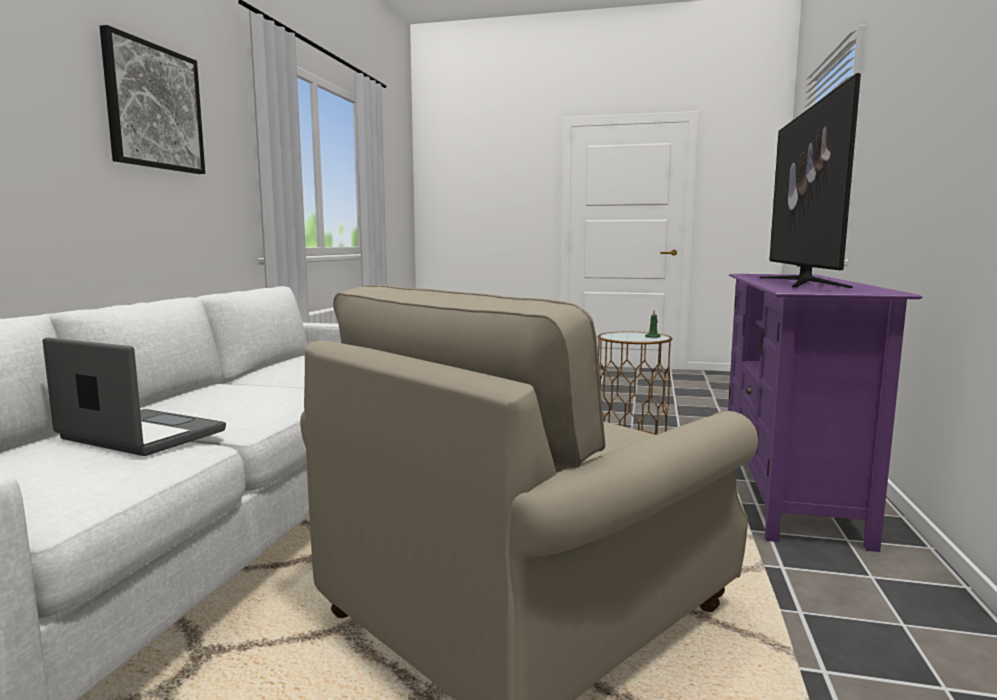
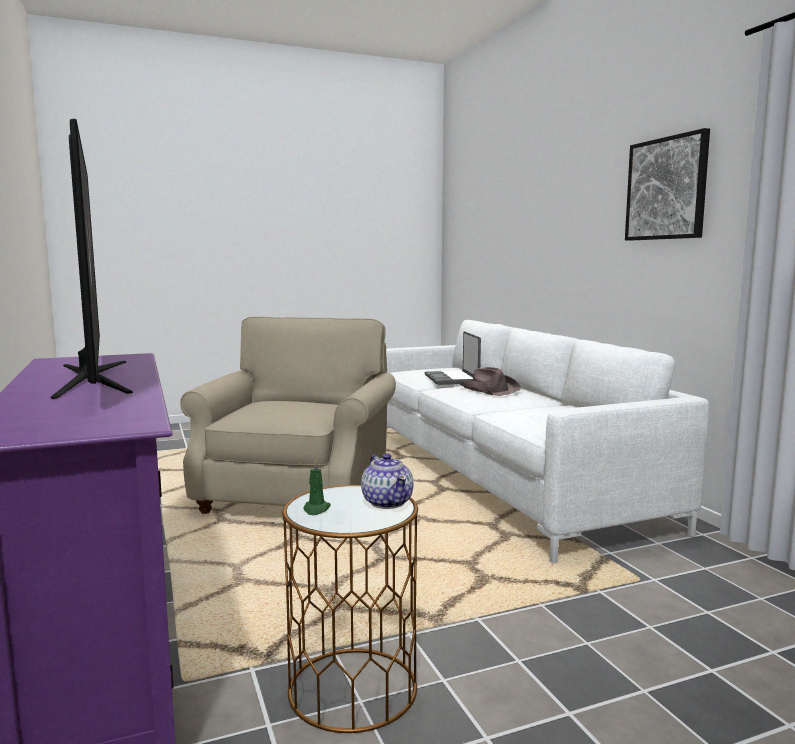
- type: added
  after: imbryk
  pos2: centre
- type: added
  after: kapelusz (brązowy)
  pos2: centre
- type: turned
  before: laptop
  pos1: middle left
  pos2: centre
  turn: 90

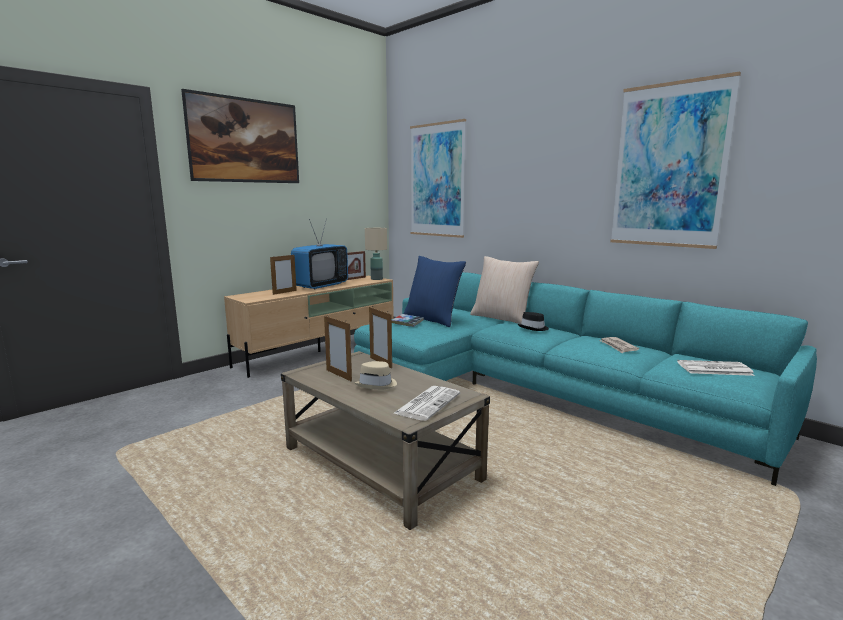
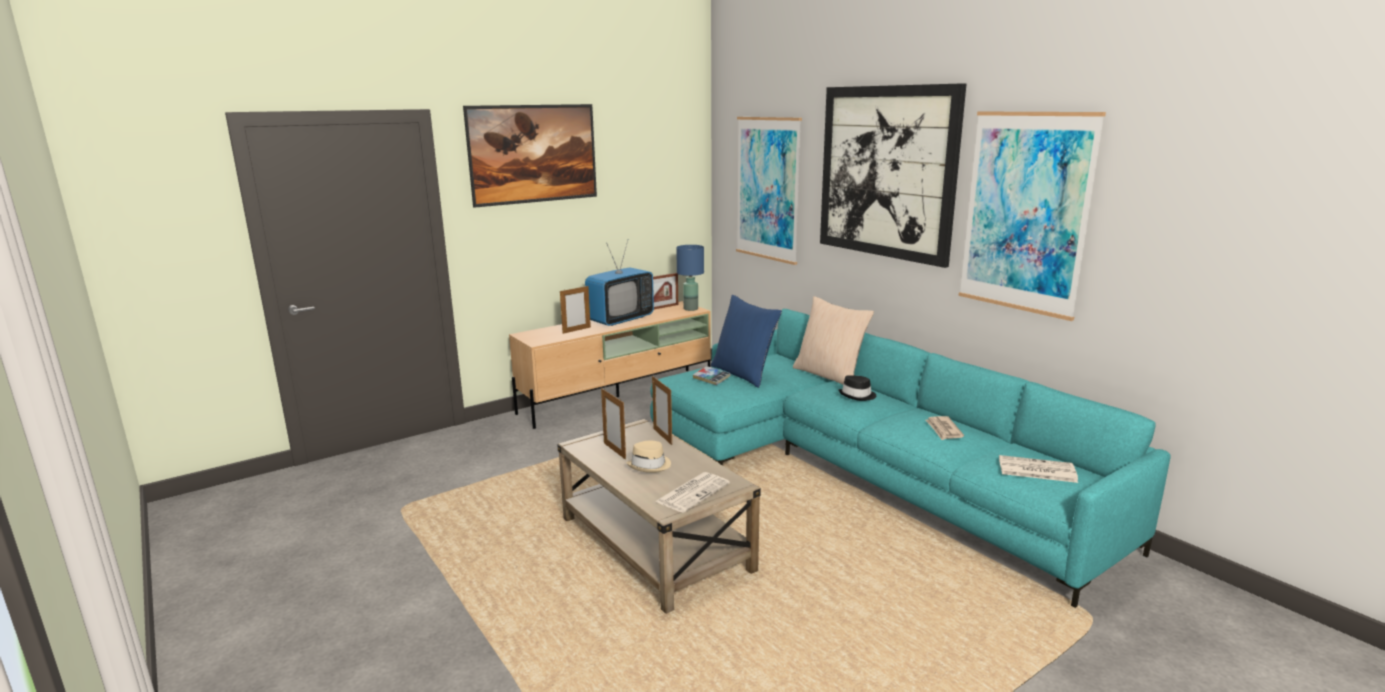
- type: added
  after: obraz (3rd from left)
  pos2: top centre
- type: recoloured
  before: lampa stołowa (beżowy)
  after: lampa stołowa (niebieski)
  pos1: centre
  pos2: centre

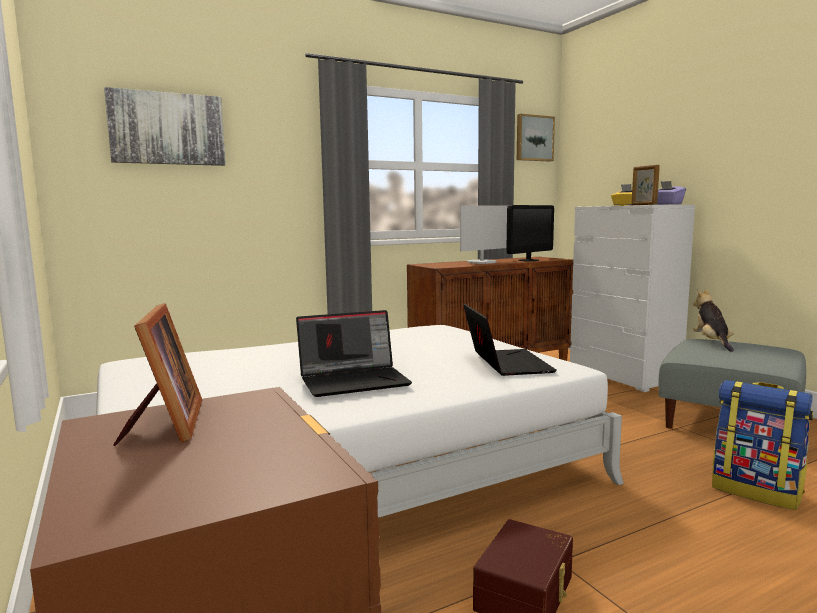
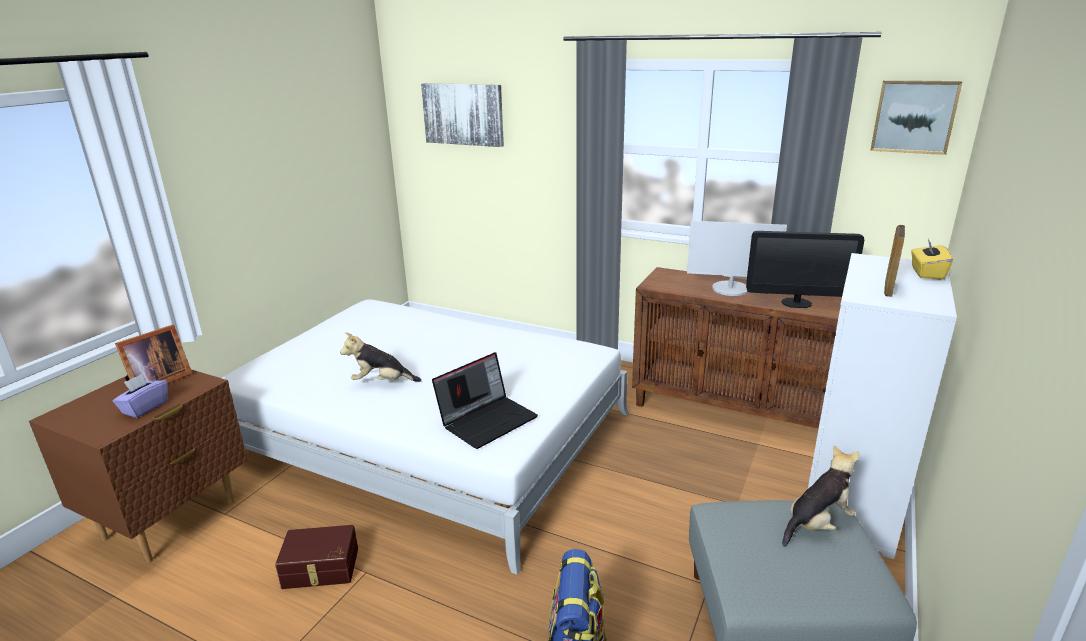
- type: moved
  before: pudełko chusteczek (fioletowy)
  pos1: top right
  pos2: middle left
- type: replaced
  before: laptop (1st from left)
  after: pluszak (1st from left)
  pos1: centre
  pos2: centre

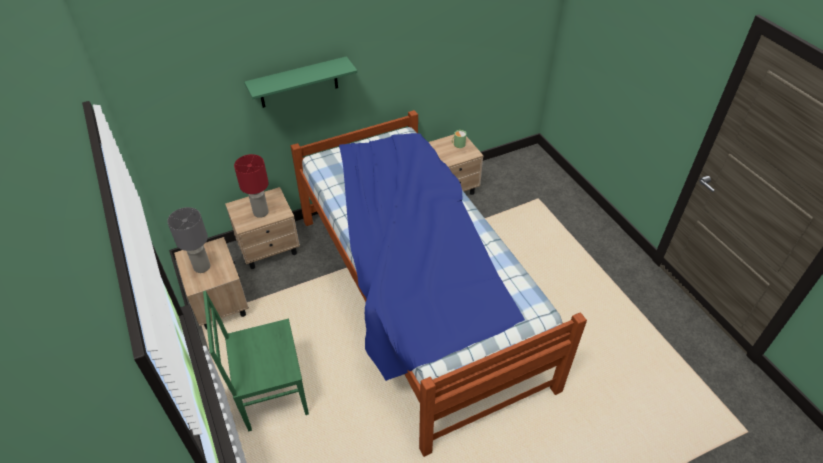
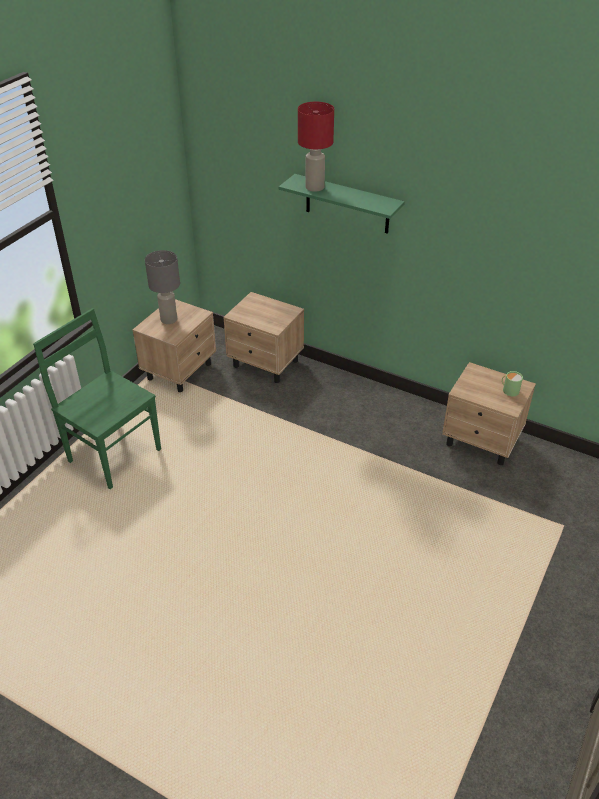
- type: removed
  before: łóżko
  pos1: centre
- type: moved
  before: lampa stołowa (czerwony)
  pos1: middle left
  pos2: top centre

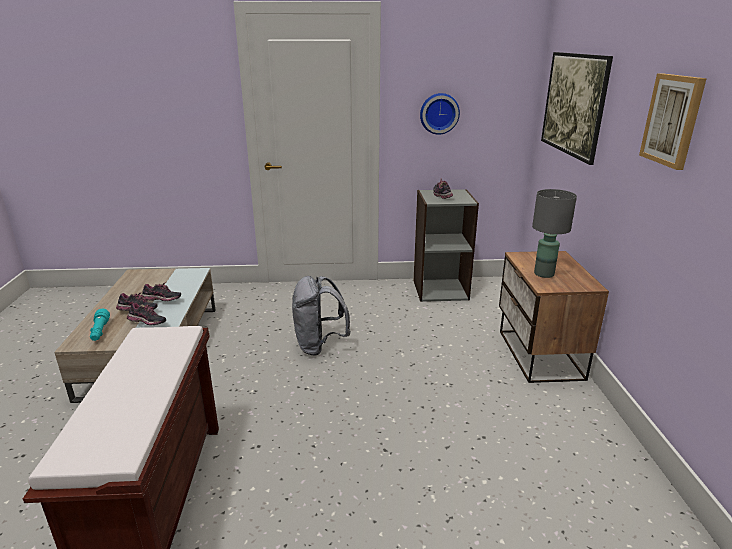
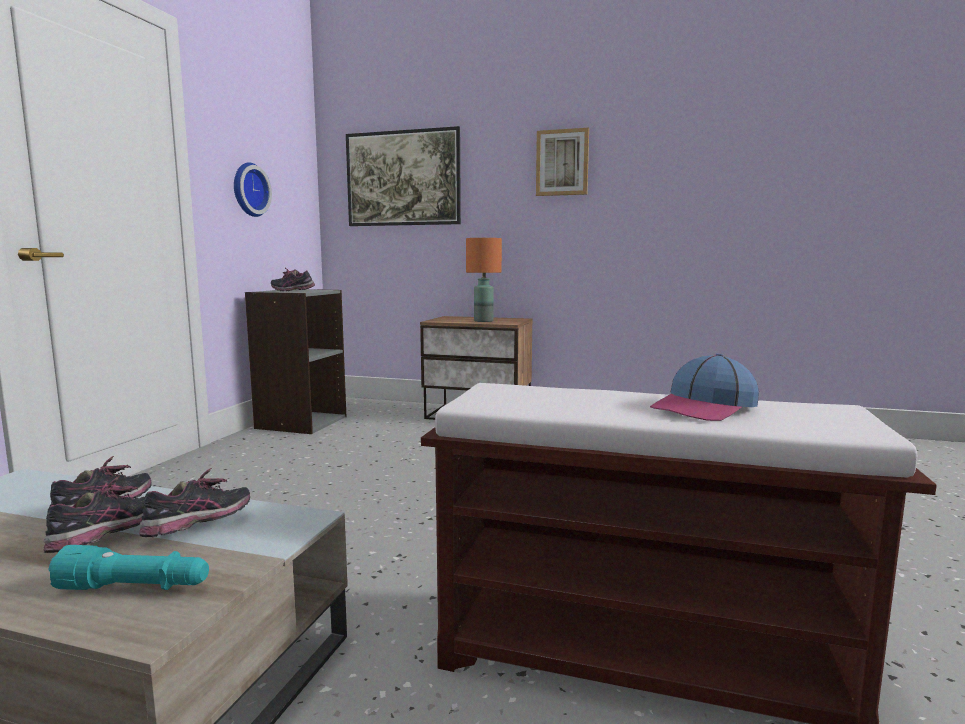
- type: removed
  before: plecak (szary)
  pos1: centre
- type: added
  after: czapka z daszkiem
  pos2: middle right
- type: recoloured
  before: lampa stołowa (szary)
  after: lampa stołowa (pomarańczowy)
  pos1: middle right
  pos2: centre

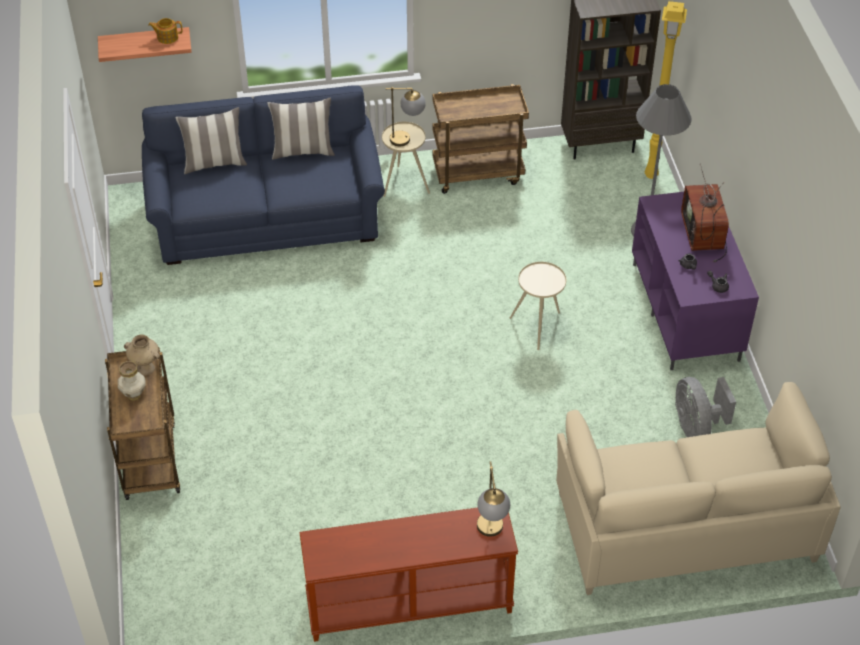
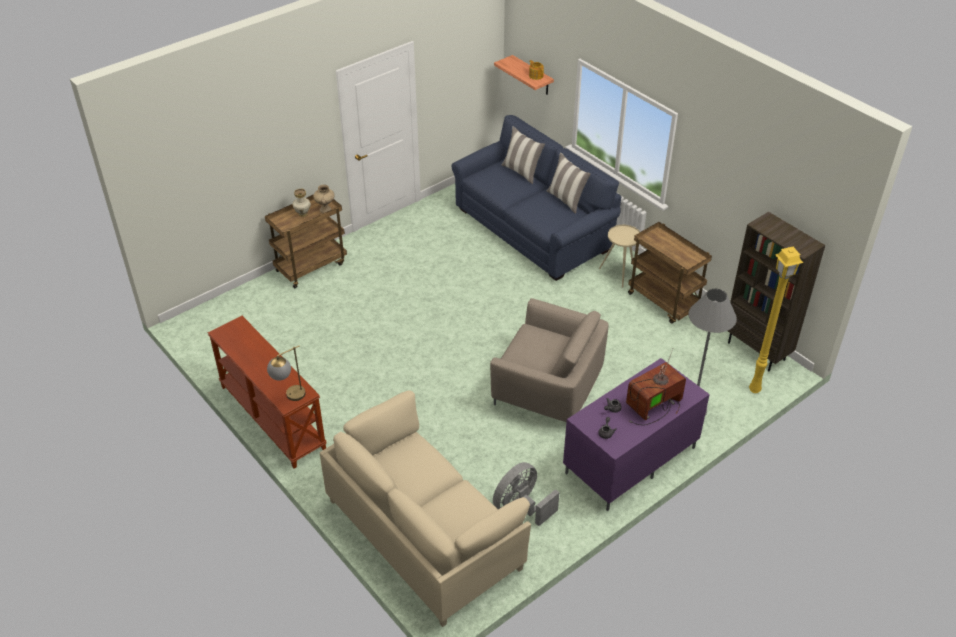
- type: removed
  before: lampa stołowa (1st from left)
  pos1: top centre
- type: replaced
  before: stolik (beżowy) (2nd from left)
  after: fotel (beżowy)
  pos1: centre
  pos2: centre

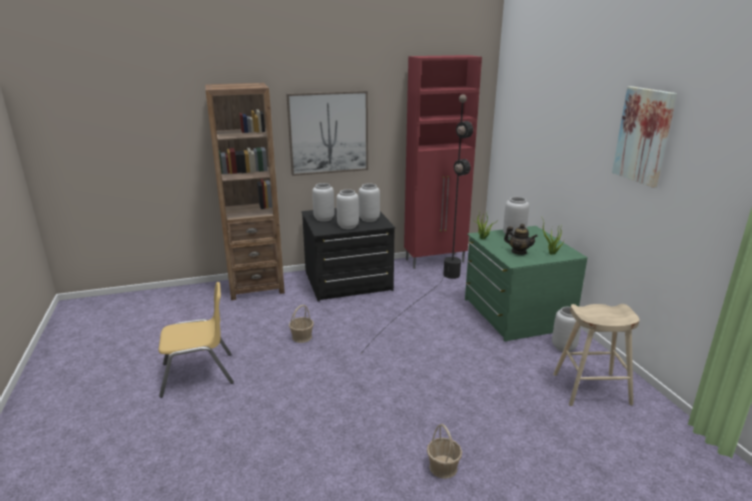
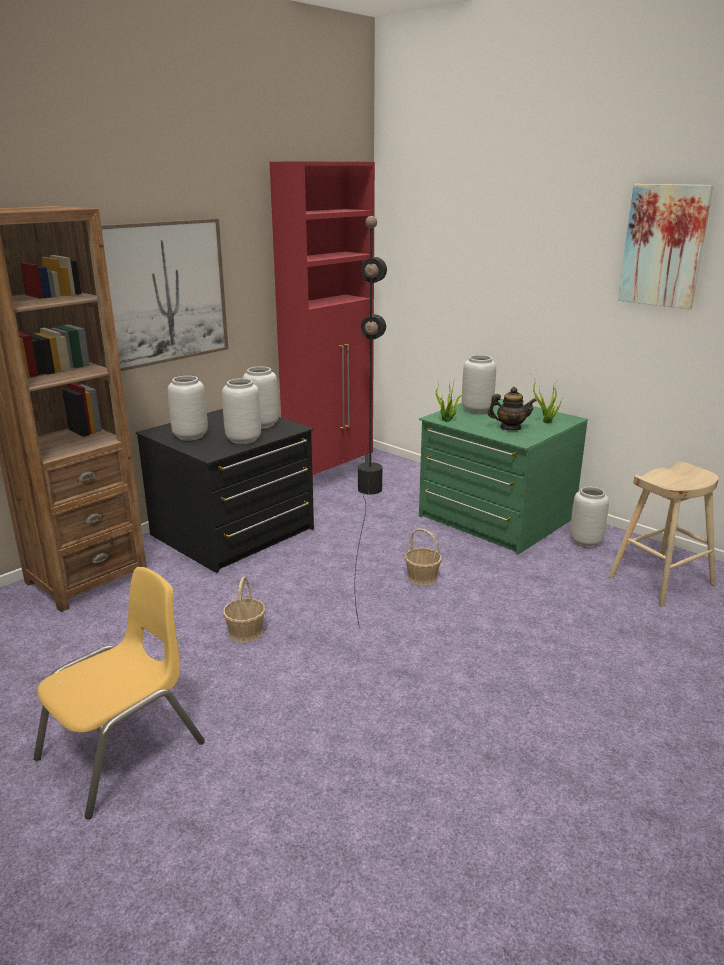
- type: moved
  before: koszyk (2nd from left)
  pos1: bottom centre
  pos2: centre

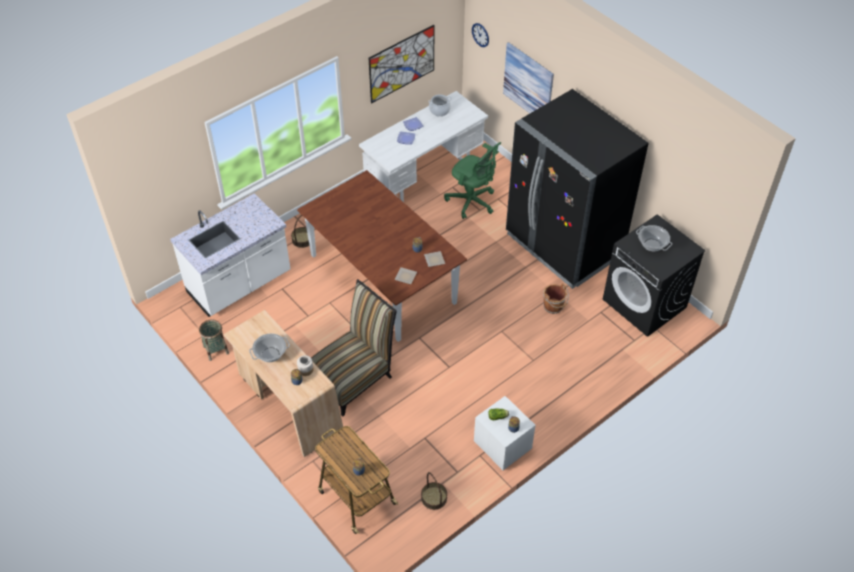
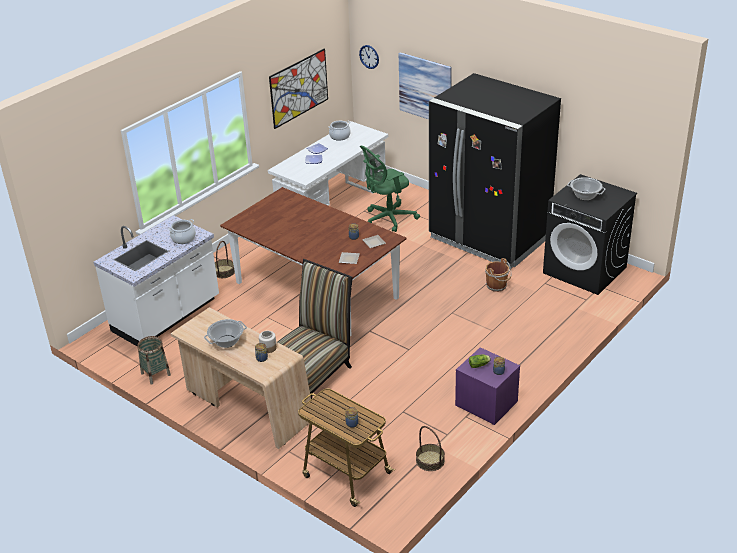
- type: added
  after: garnek (1st from left)
  pos2: middle left
- type: recoloured
  before: szafka nocna (biały)
  after: szafka nocna (fioletowy)
  pos1: bottom centre
  pos2: bottom centre
- type: turned
  before: krzesło biurowe (zielony)
  pos1: top centre
  pos2: centre
  turn: 120

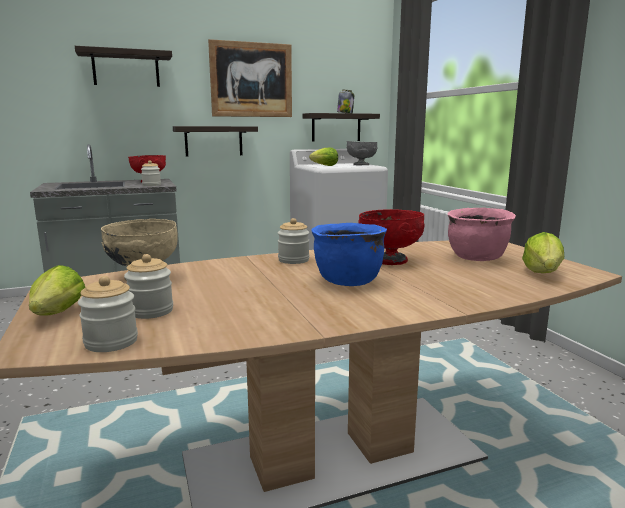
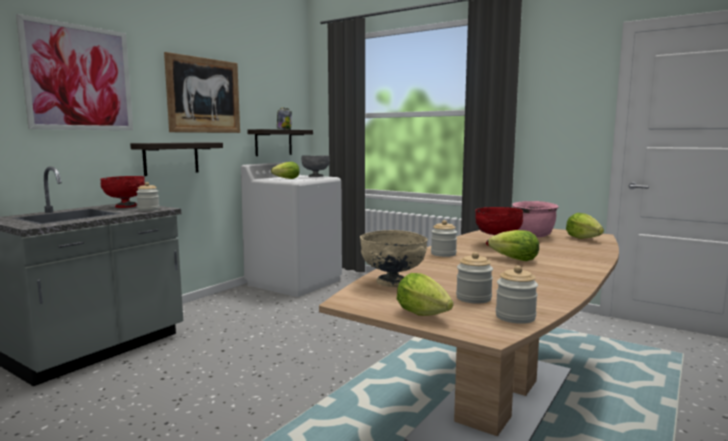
- type: replaced
  before: półka (1st from left)
  after: obraz (1st from left)
  pos1: top left
  pos2: top left
- type: replaced
  before: garnek (niebieski)
  after: sałata (3rd from left)
  pos1: centre
  pos2: middle right

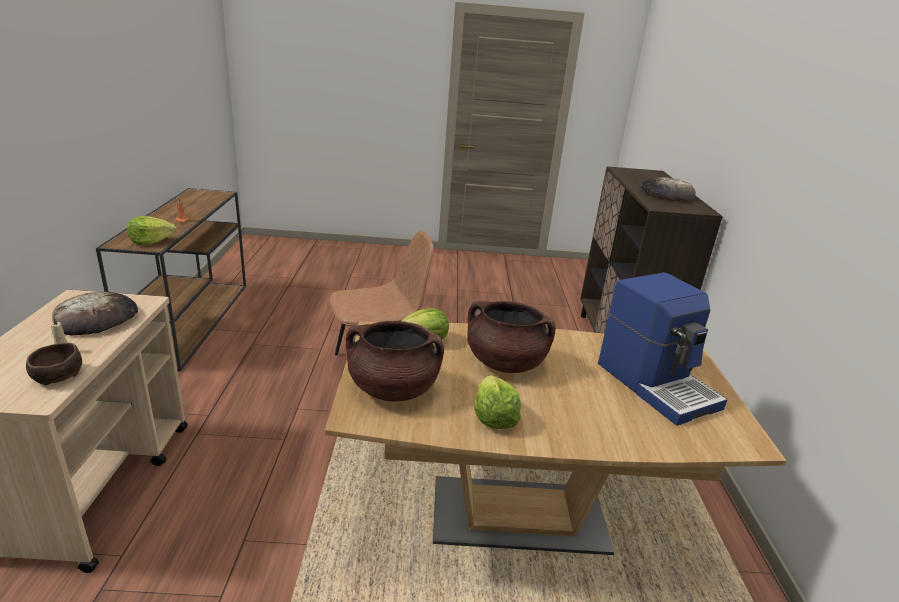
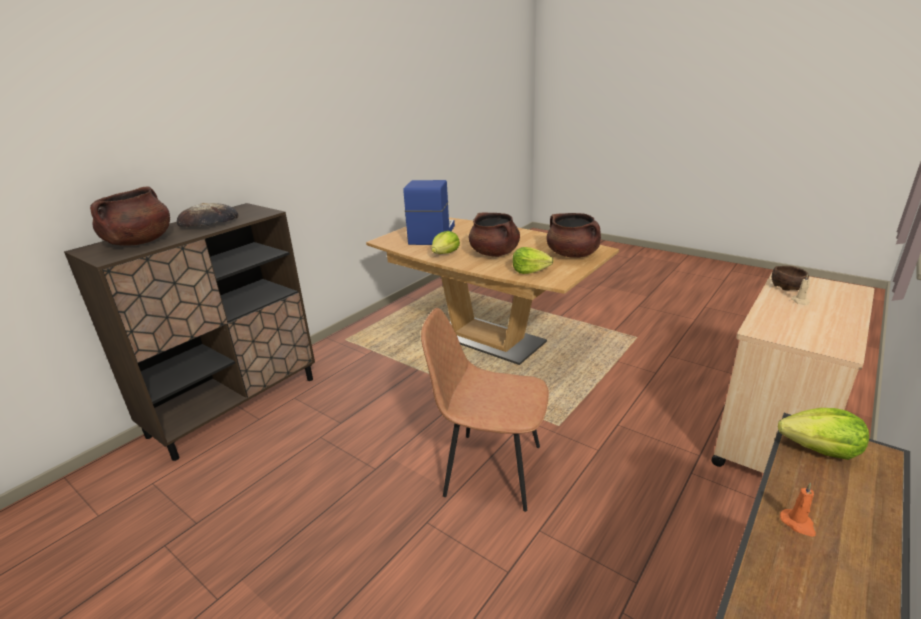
- type: removed
  before: chleb (1st from left)
  pos1: middle left
- type: added
  after: garnek (brązowy) (1st from left)
  pos2: middle left
- type: moved
  before: sałata (3rd from left in the first image)
  after: sałata (1st from left)
  pos1: bottom centre
  pos2: centre

